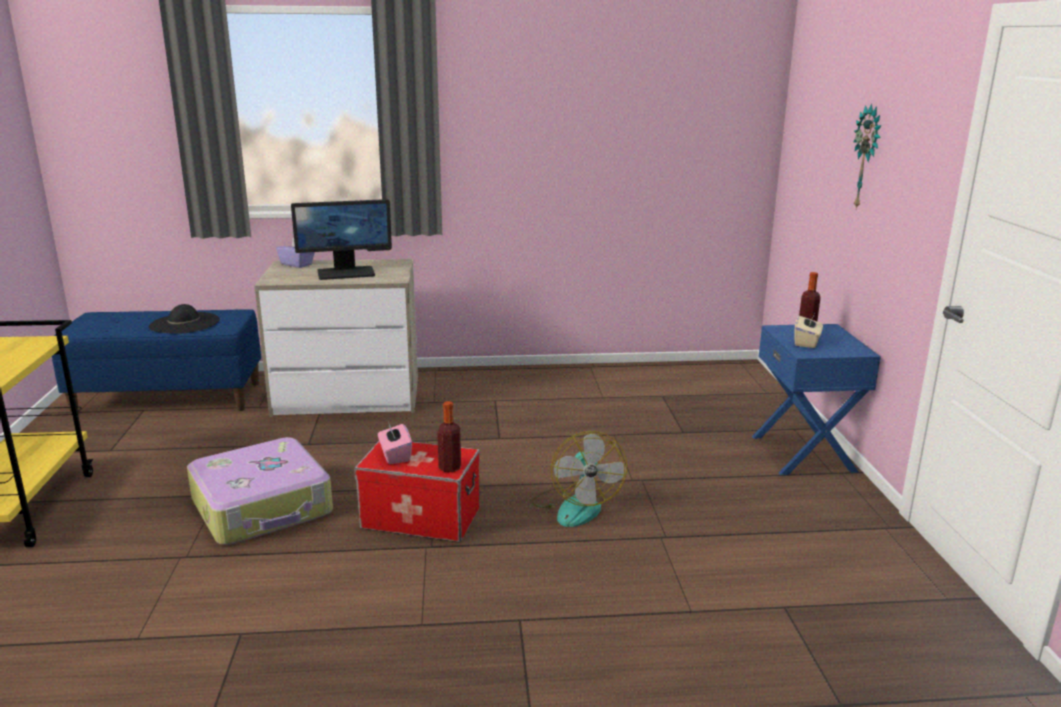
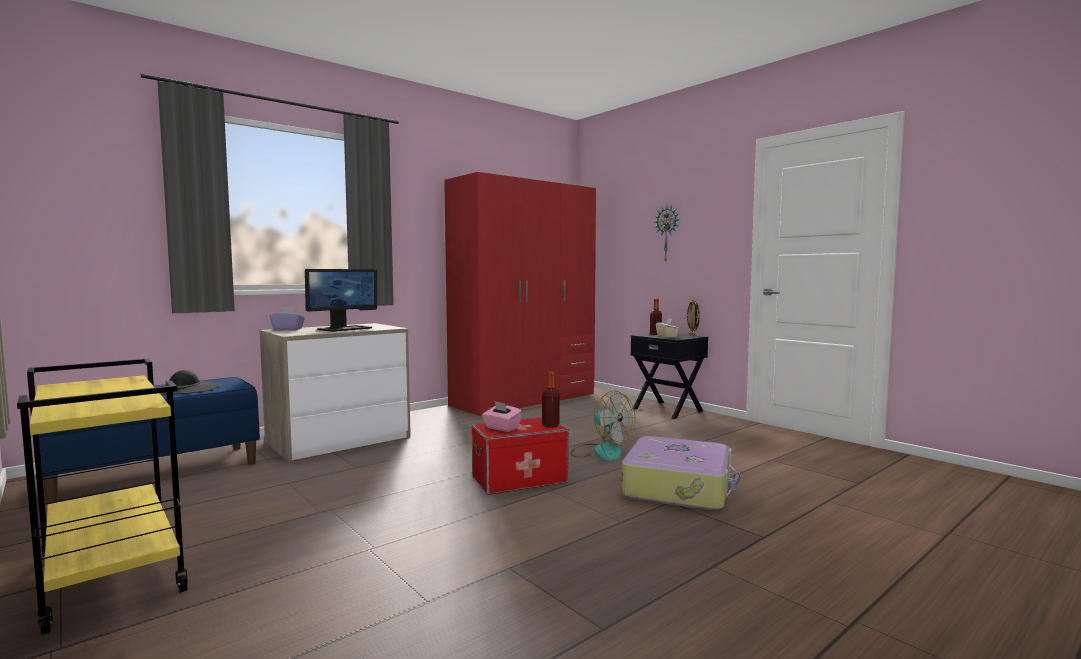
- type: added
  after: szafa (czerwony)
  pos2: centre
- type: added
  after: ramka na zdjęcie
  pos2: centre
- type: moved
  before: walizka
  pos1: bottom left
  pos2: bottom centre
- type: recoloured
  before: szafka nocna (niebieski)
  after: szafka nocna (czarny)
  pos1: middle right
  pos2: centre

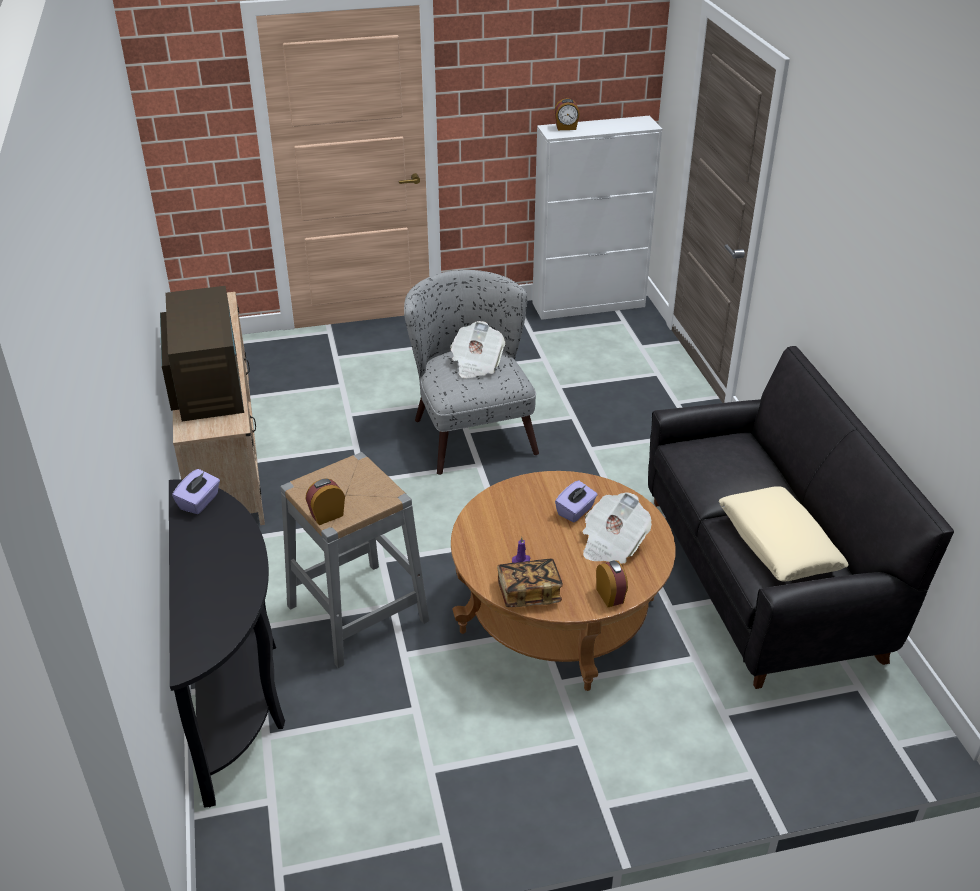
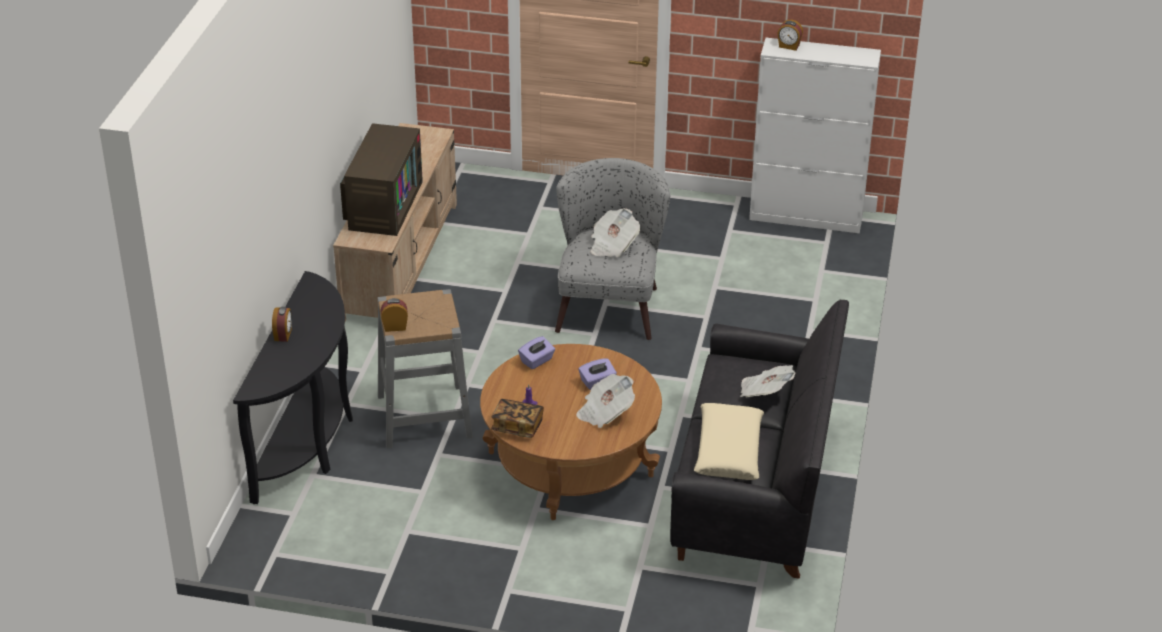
- type: added
  after: gazeta (3rd from left)
  pos2: centre
- type: moved
  before: pudełko chusteczek (fioletowy) (1st from left)
  pos1: middle left
  pos2: centre
- type: moved
  before: budzik (3rd from left in the first image)
  after: budzik (1st from left)
  pos1: centre
  pos2: middle left

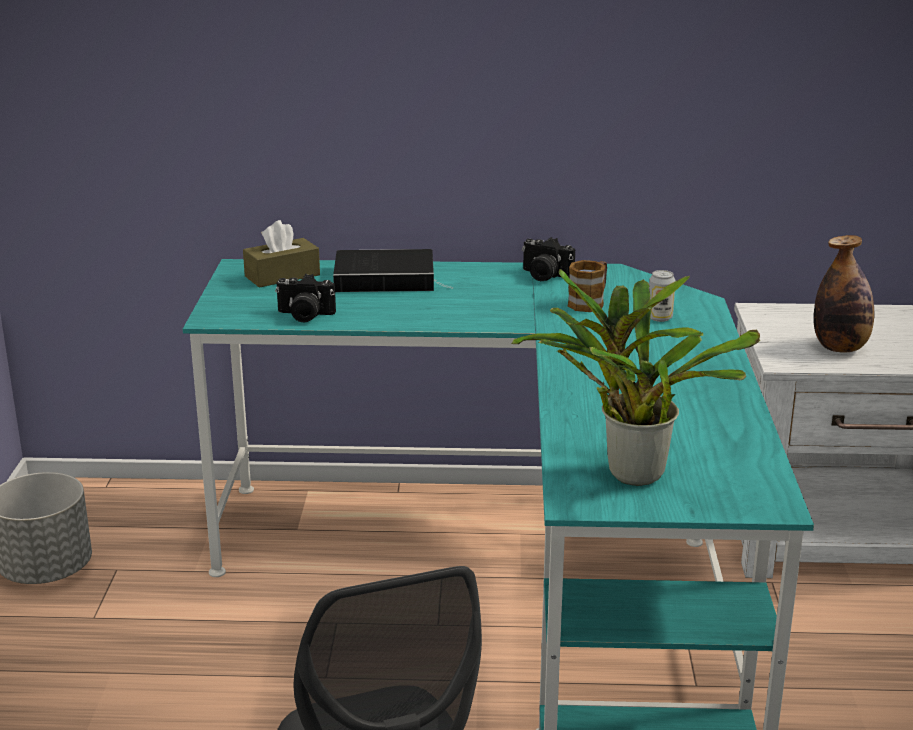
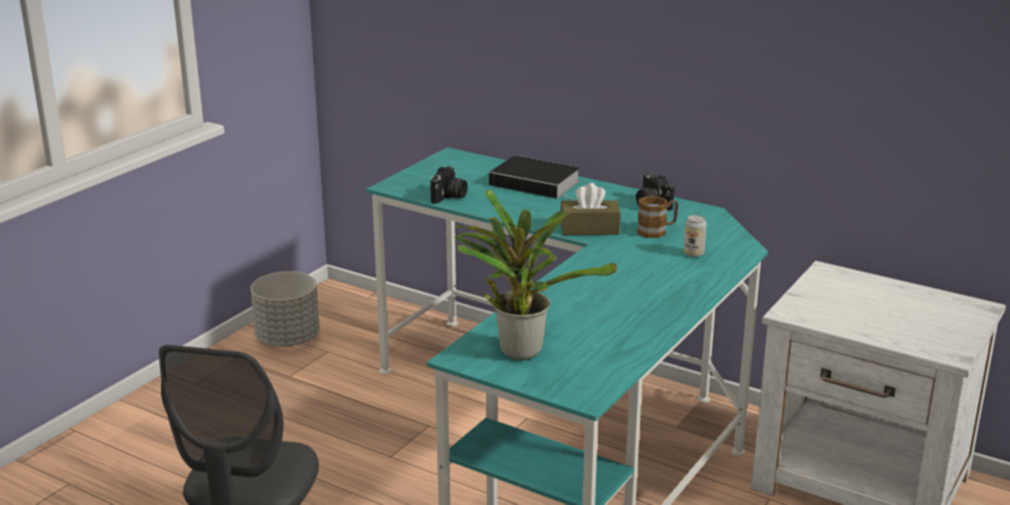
- type: removed
  before: butelka
  pos1: middle right
- type: moved
  before: pudełko chusteczek (brązowy)
  pos1: middle left
  pos2: centre
- type: turned
  before: aparat fotograficzny (1st from left)
  pos1: centre
  pos2: centre
  turn: -105

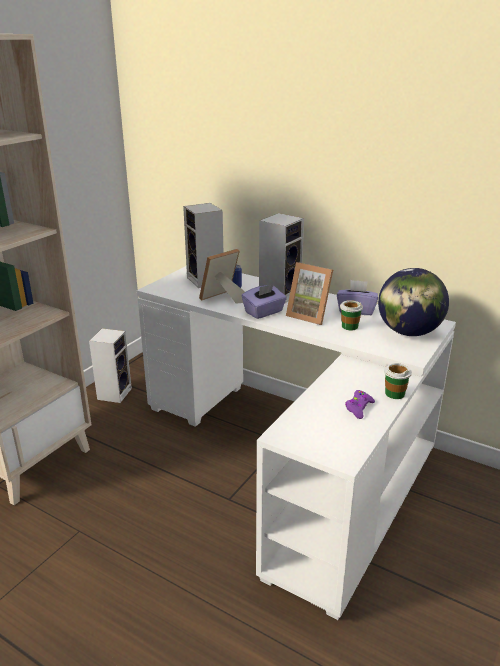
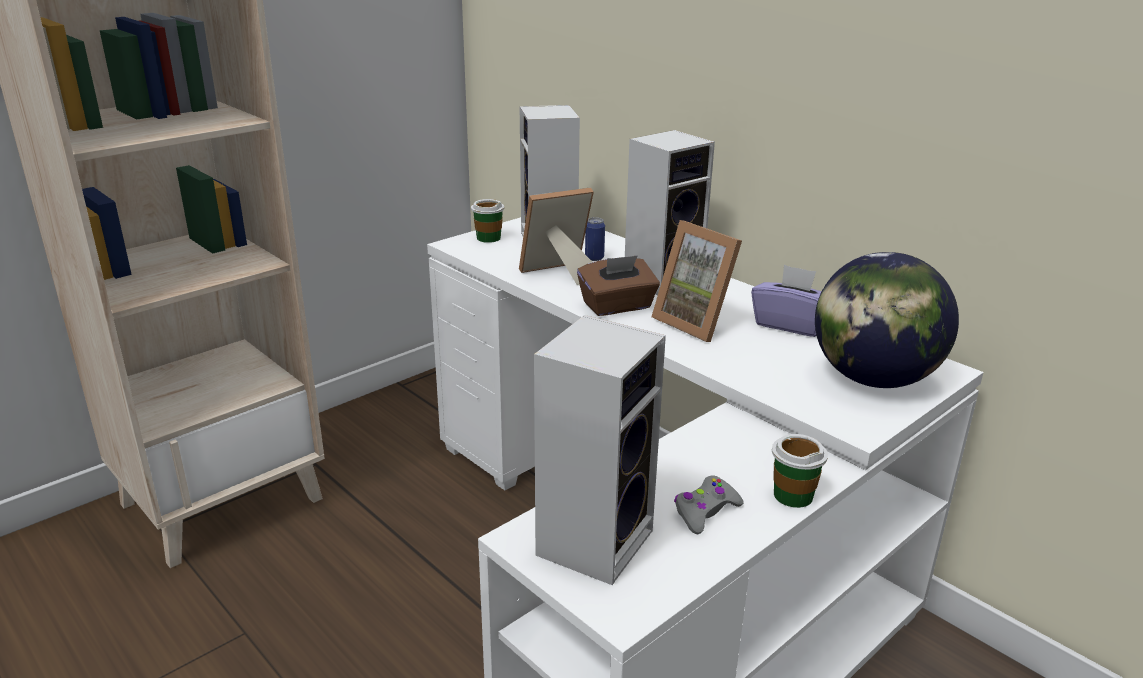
- type: moved
  before: głośnik (1st from left in the first image)
  after: głośnik (2nd from left)
  pos1: middle left
  pos2: centre
- type: moved
  before: filiżanka (1st from left)
  pos1: middle right
  pos2: top centre
- type: recoloured
  before: pudełko chusteczek (fioletowy) (1st from left)
  after: pudełko chusteczek (brązowy)
  pos1: centre
  pos2: centre
- type: recoloured
  before: pad do gier (fioletowy)
  after: pad do gier (szary)
  pos1: middle right
  pos2: bottom centre

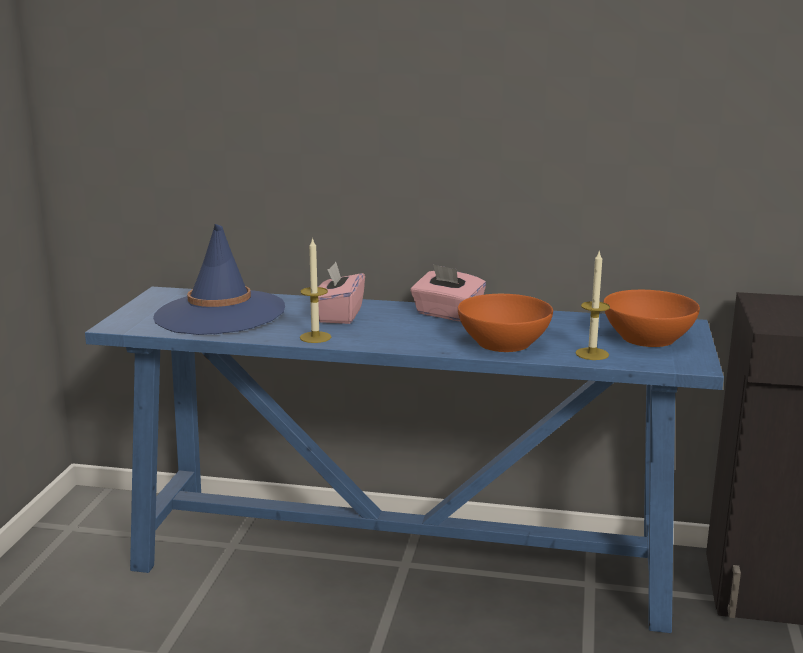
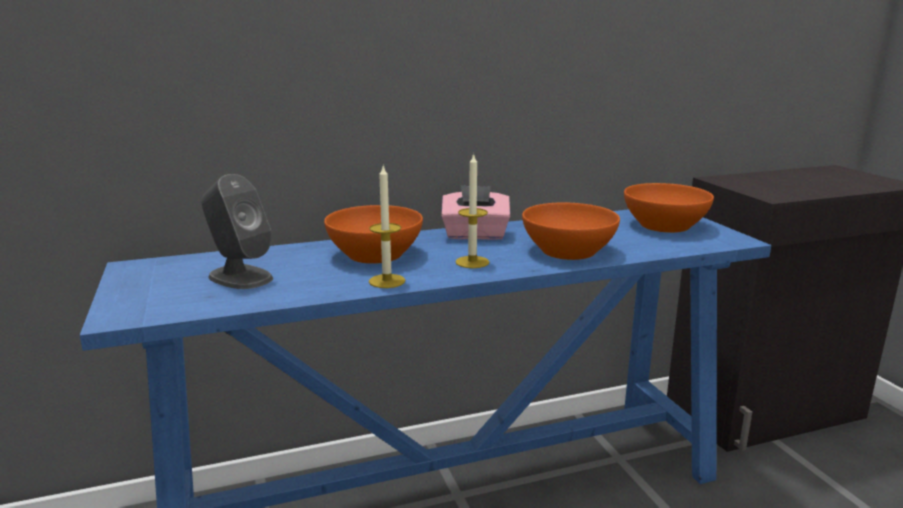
- type: moved
  before: świeca (2nd from left)
  pos1: middle right
  pos2: centre
- type: replaced
  before: kapelusz (niebieski)
  after: głośnik (szary)
  pos1: middle left
  pos2: middle left
- type: replaced
  before: pudełko chusteczek (różowy) (1st from left)
  after: miska (pomarańczowy) (1st from left)
  pos1: centre
  pos2: centre

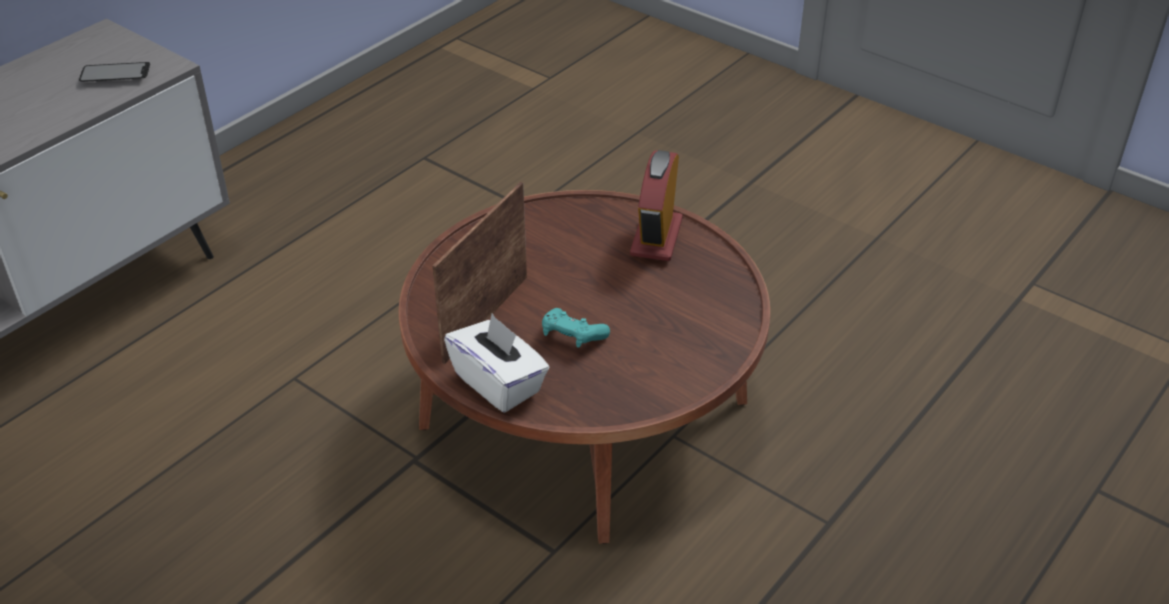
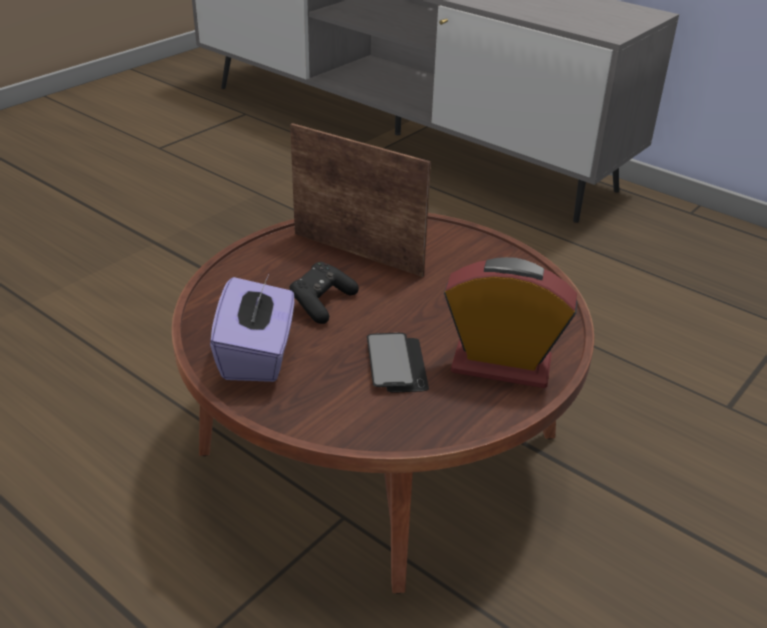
- type: removed
  before: pudełko chusteczek (biały)
  pos1: centre
- type: added
  after: pudełko chusteczek (fioletowy)
  pos2: middle left
- type: moved
  before: telefon
  pos1: top left
  pos2: centre
- type: recoloured
  before: pad do gier (turkusowy)
  after: pad do gier (czarny)
  pos1: centre
  pos2: centre

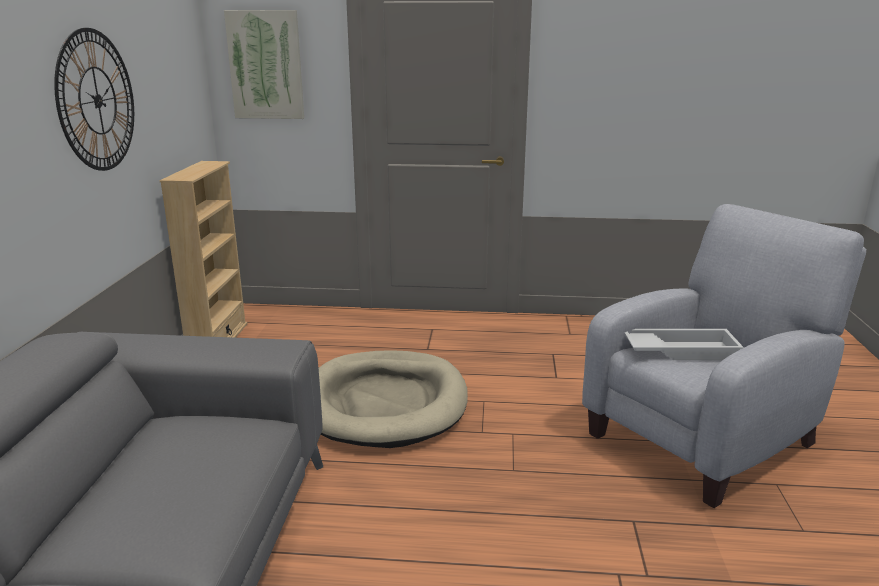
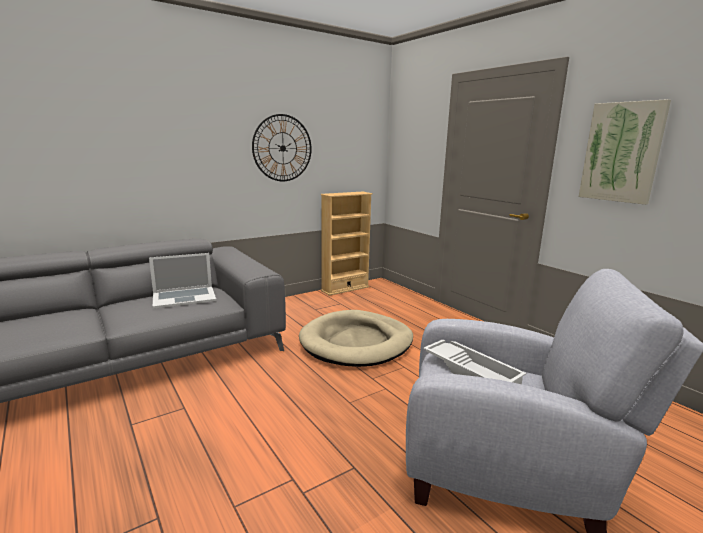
- type: added
  after: laptop
  pos2: middle left
- type: moved
  before: obraz
  pos1: top left
  pos2: top right

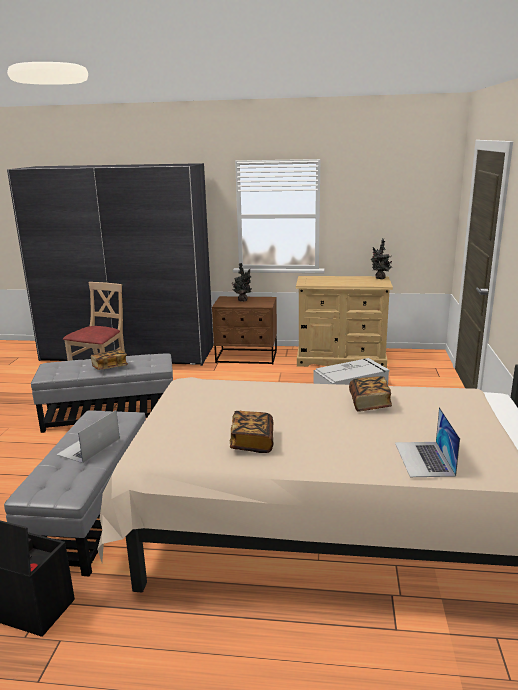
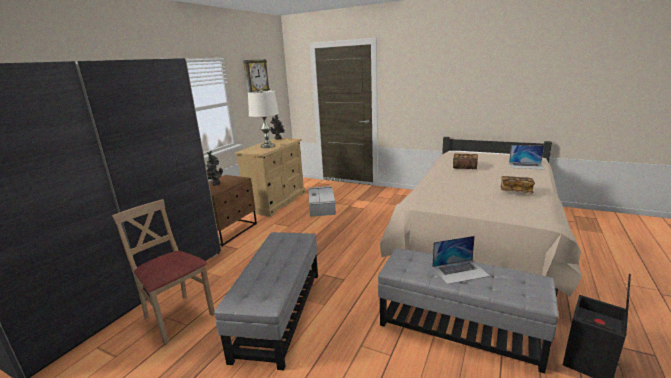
- type: removed
  before: książka (1st from left)
  pos1: middle left
- type: added
  after: zegar ścienny
  pos2: top centre
- type: added
  after: lampa stołowa (biały)
  pos2: top centre
- type: turned
  before: laptop (1st from left)
  pos1: middle left
  pos2: bottom right
  turn: -60

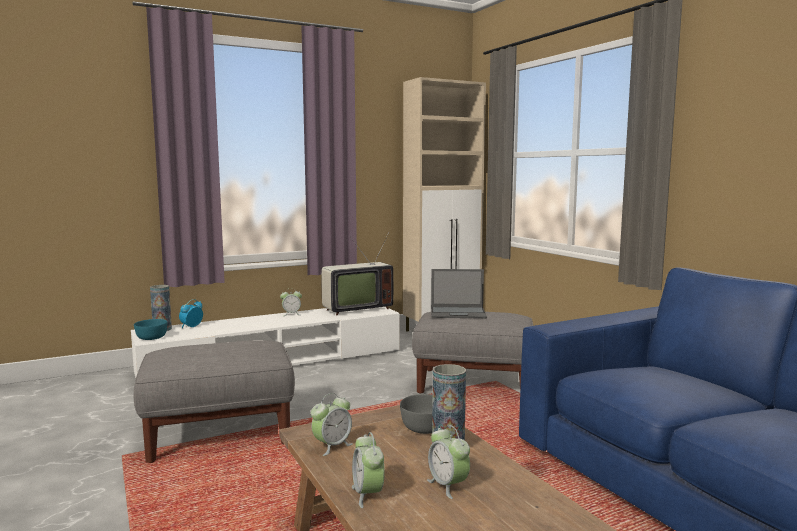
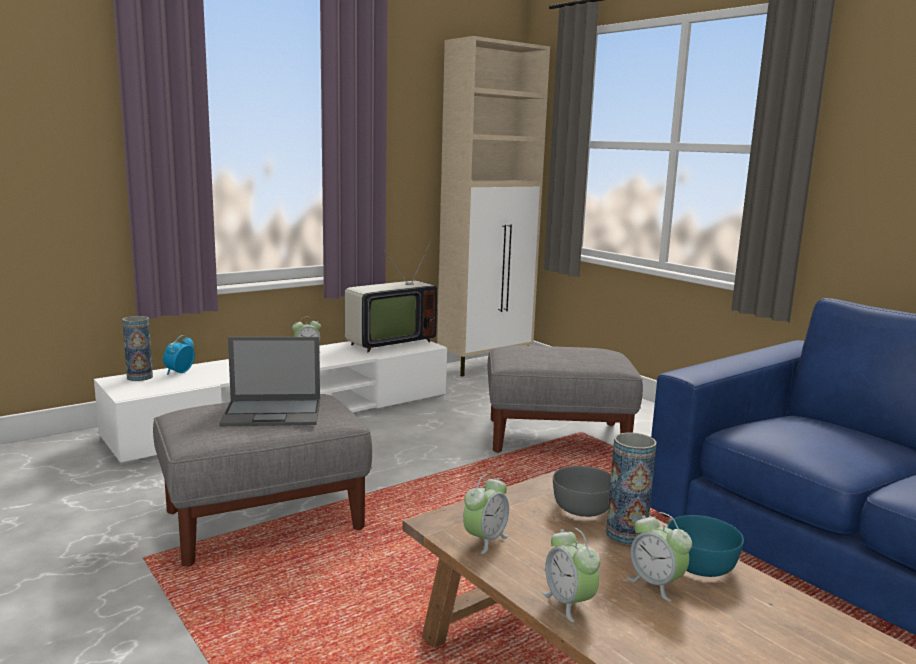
- type: moved
  before: miska (turkusowy)
  pos1: middle left
  pos2: bottom right
- type: moved
  before: laptop
  pos1: centre
  pos2: middle left

